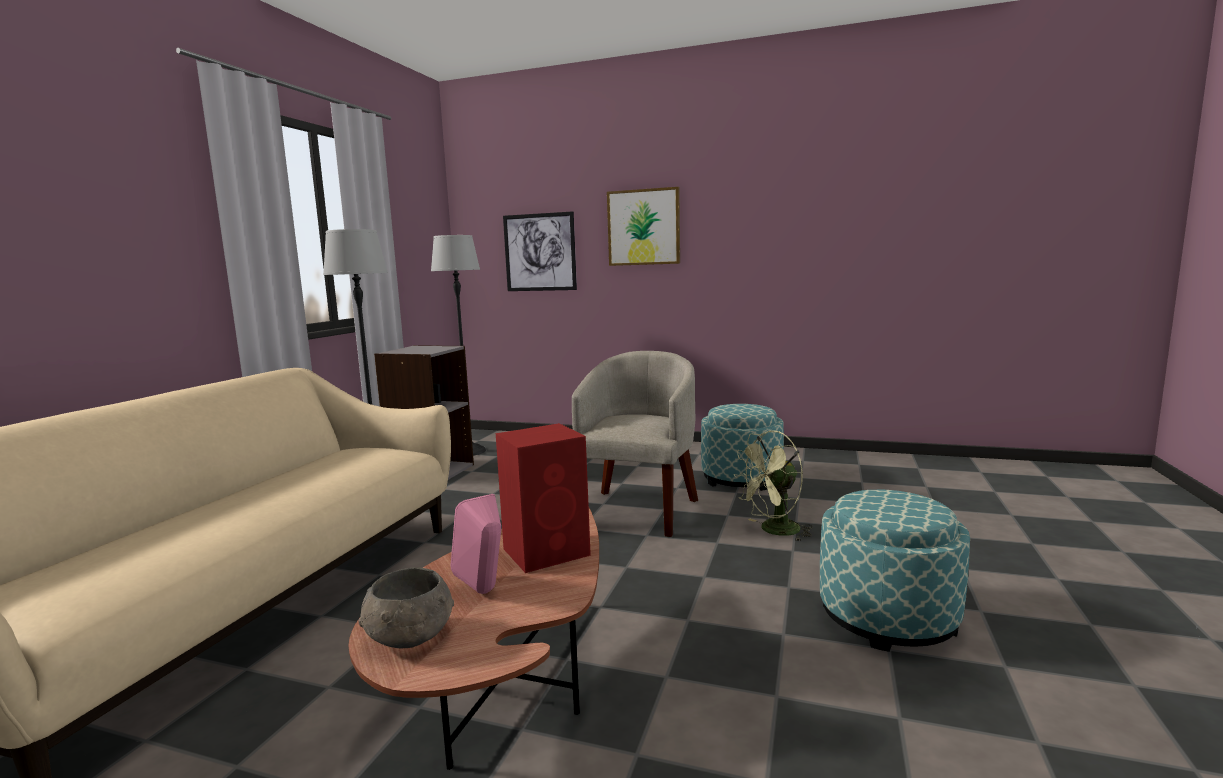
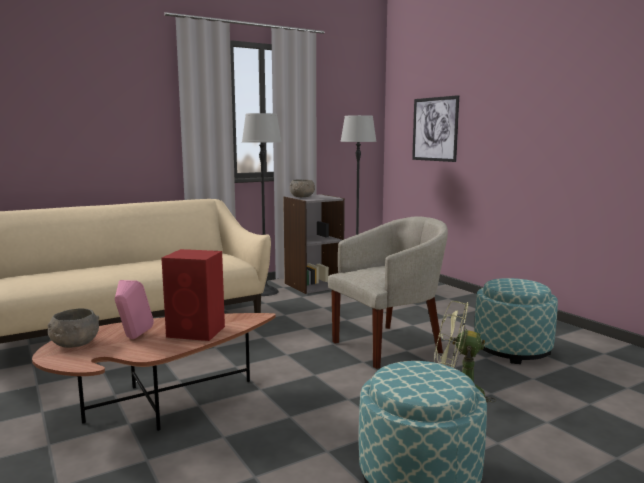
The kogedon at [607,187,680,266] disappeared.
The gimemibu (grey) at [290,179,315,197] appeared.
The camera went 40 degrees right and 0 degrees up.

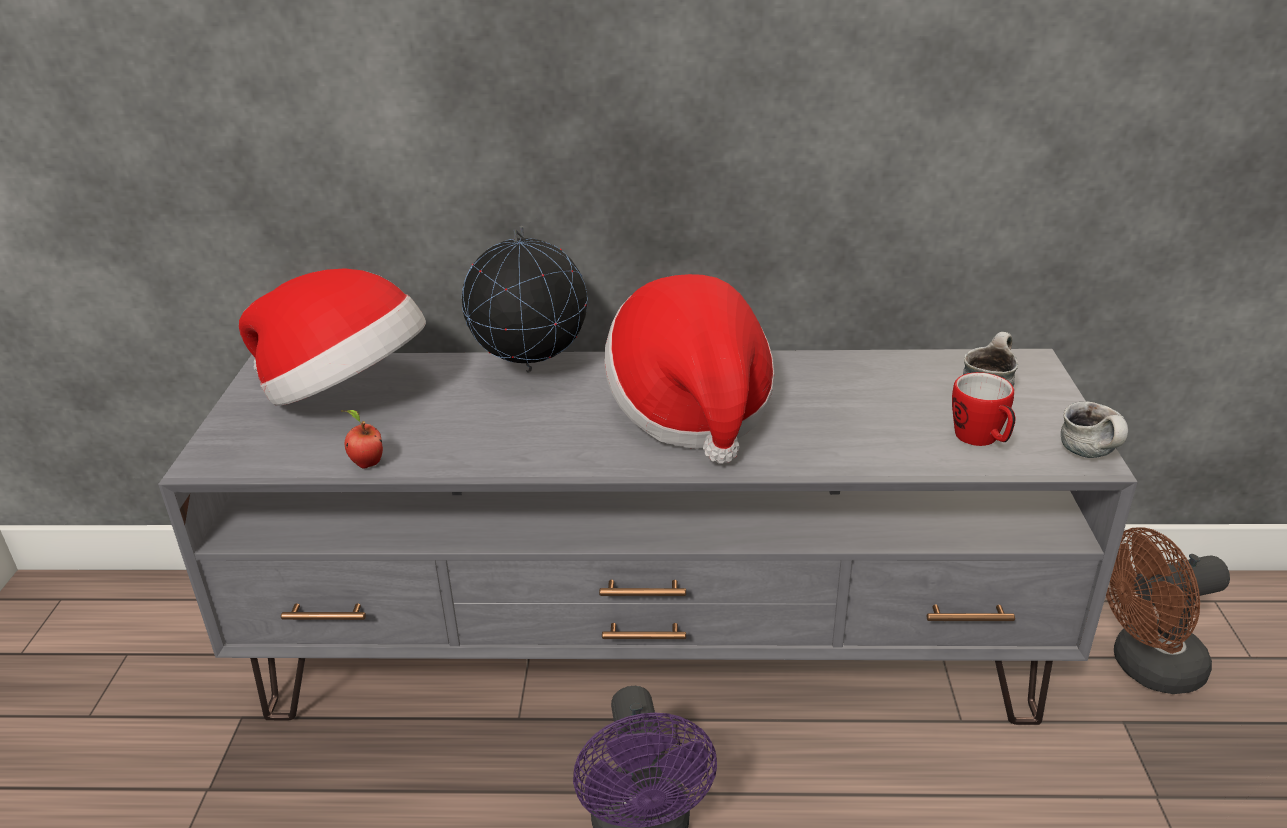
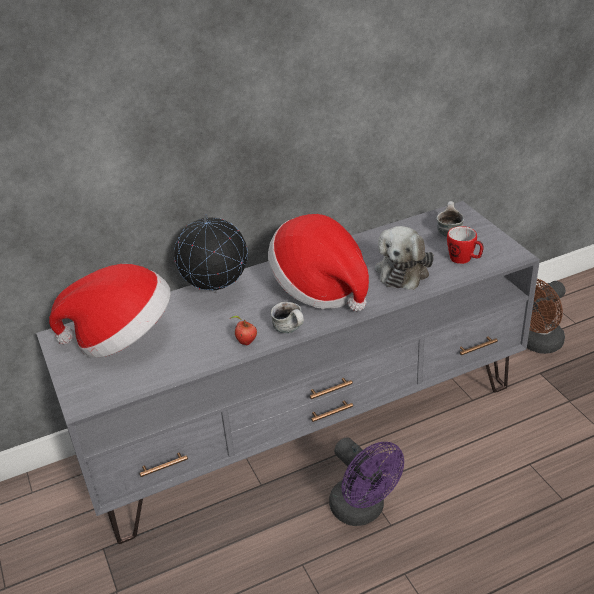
The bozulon at [375,226,434,290] appeared.
The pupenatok moved from [342,410,383,469] to [231,316,257,345].
The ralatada moved from [1061,401,1128,458] to [271,302,304,333].
The camera went 25 degrees left and 5 degrees up.

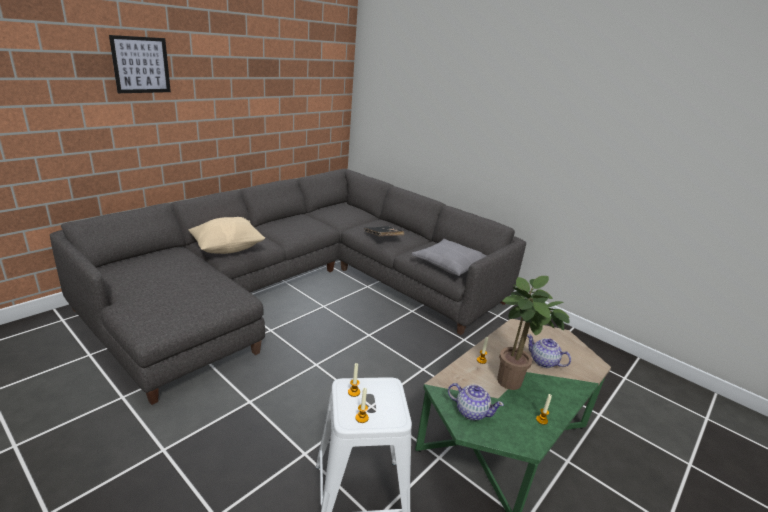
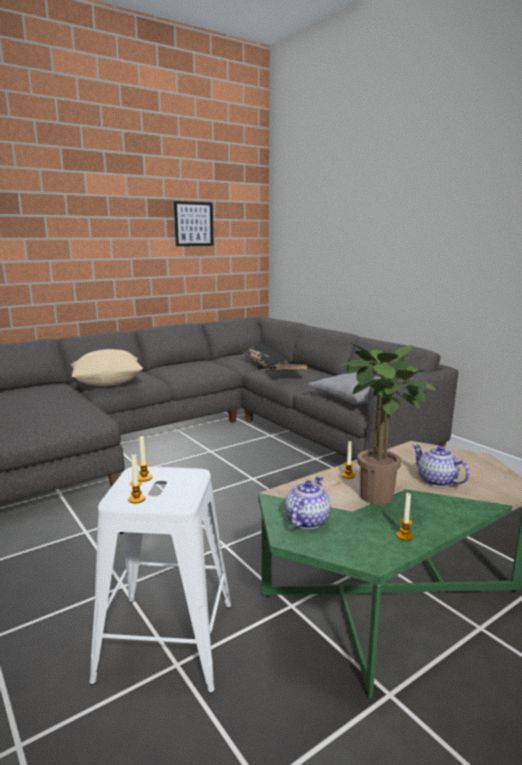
The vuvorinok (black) at [242,344,289,367] appeared.
The kogedon moved from [109,35,171,93] to [174,201,214,246].
The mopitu at [448,383,504,421] turned 105 degrees counterclockwise.
The camera went 15 degrees right and 10 degrees down.

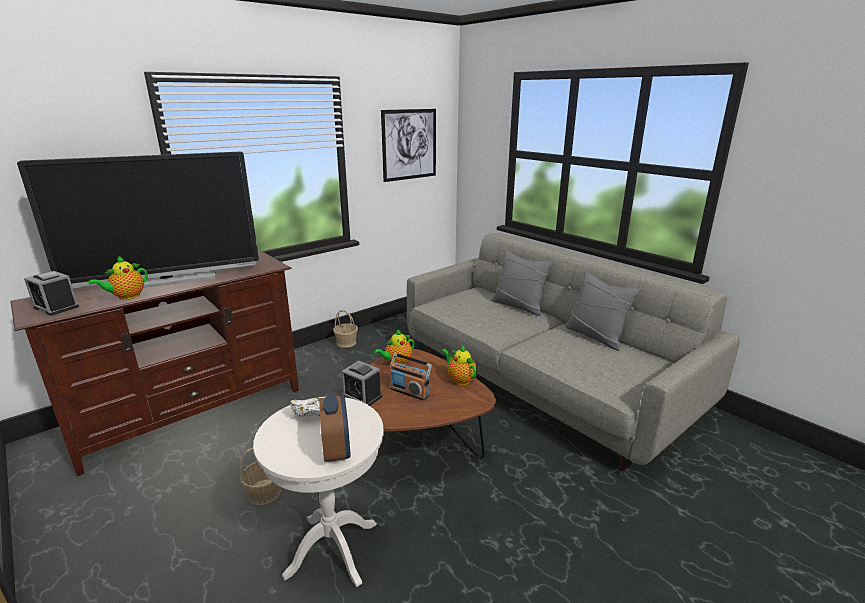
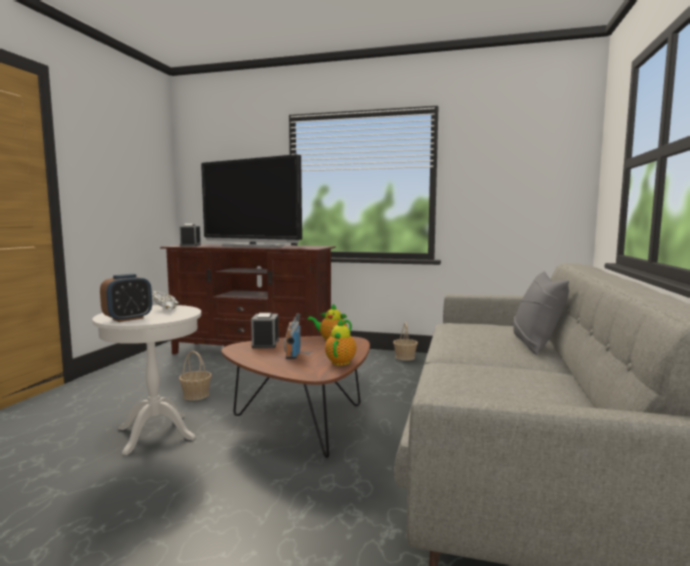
The mopitu at [88,256,148,300] disappeared.
The kogedon at [381,109,436,182] disappeared.
The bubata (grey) at [565,271,640,351] disappeared.
The camera went 55 degrees right and 15 degrees down.

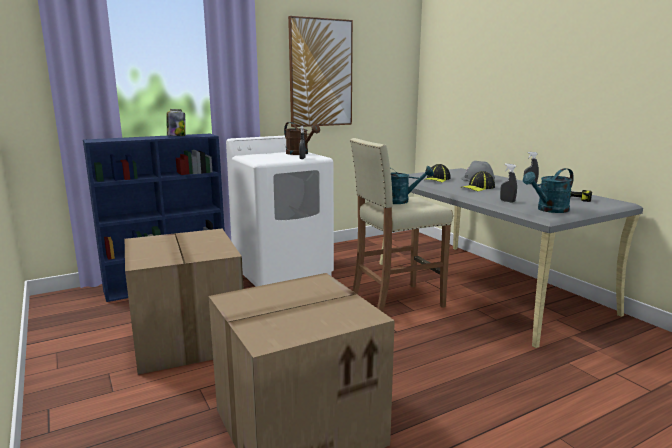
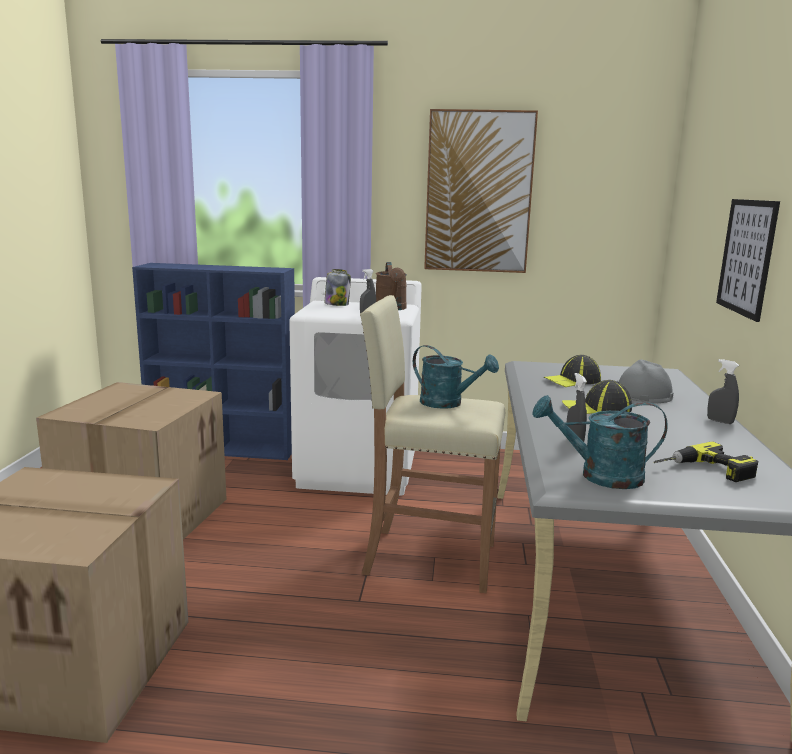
The kogedon at [716,199,780,322] appeared.
The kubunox moved from [167,109,186,136] to [325,269,351,306].
The camera went 35 degrees right and 0 degrees up.

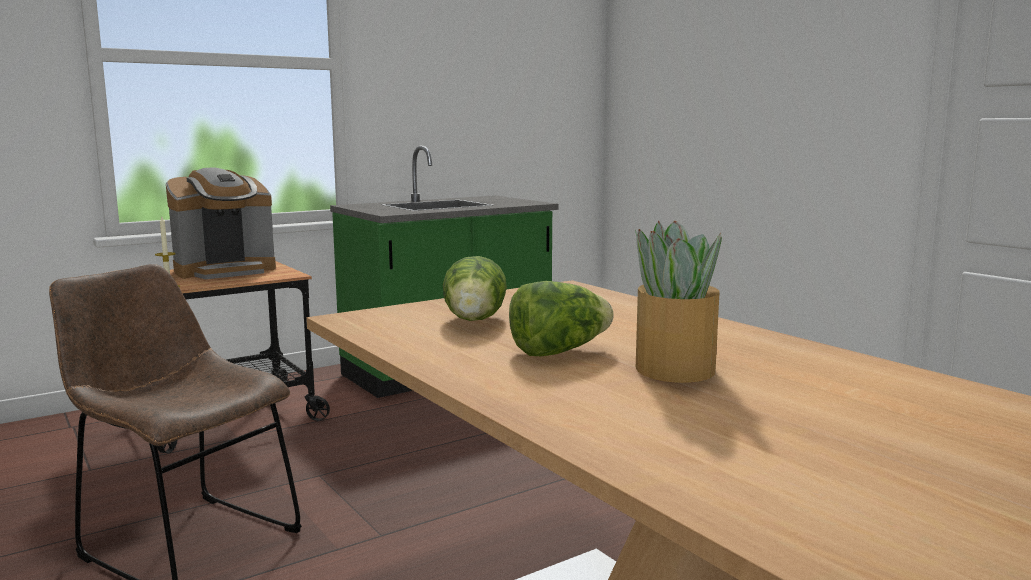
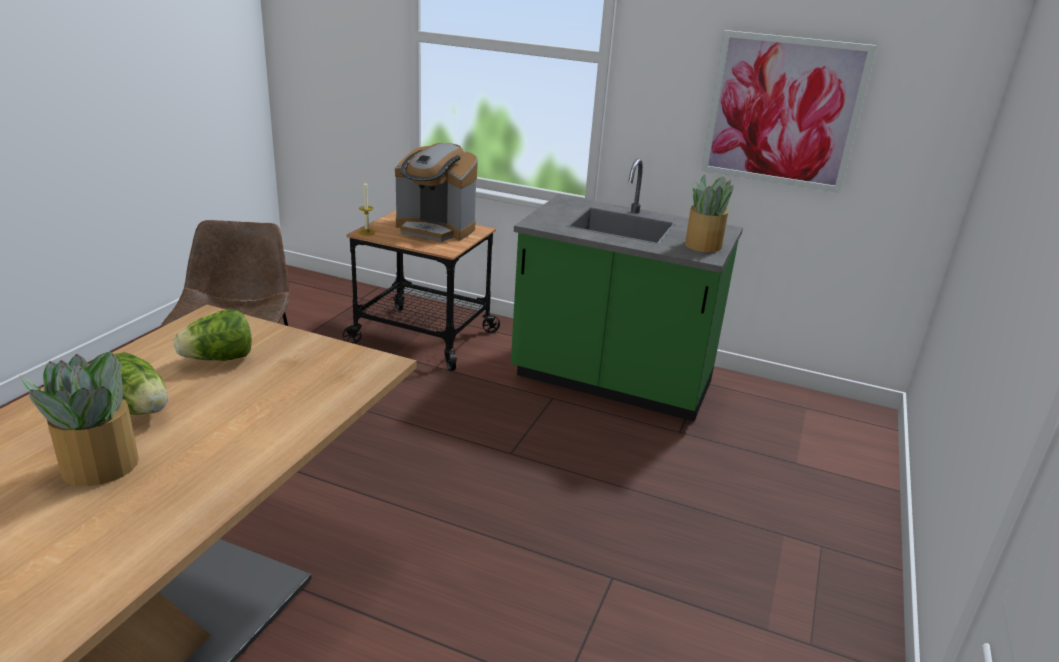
The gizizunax at [685,175,734,252] appeared.
The kogedon at [701,30,877,193] appeared.
The camera went 55 degrees right and 15 degrees up.

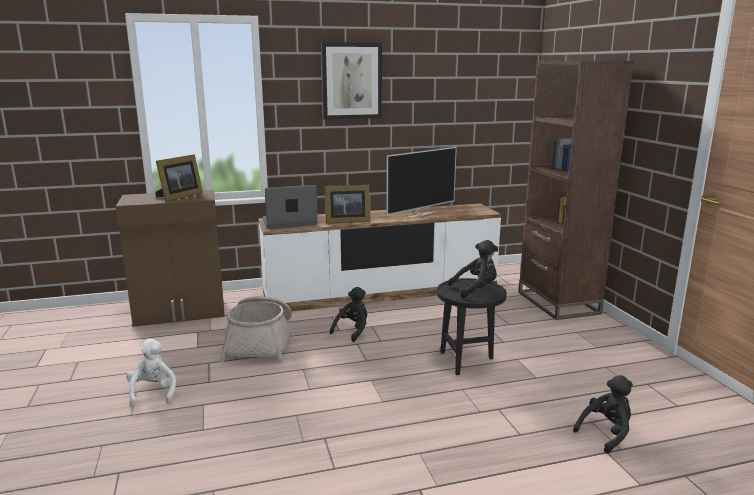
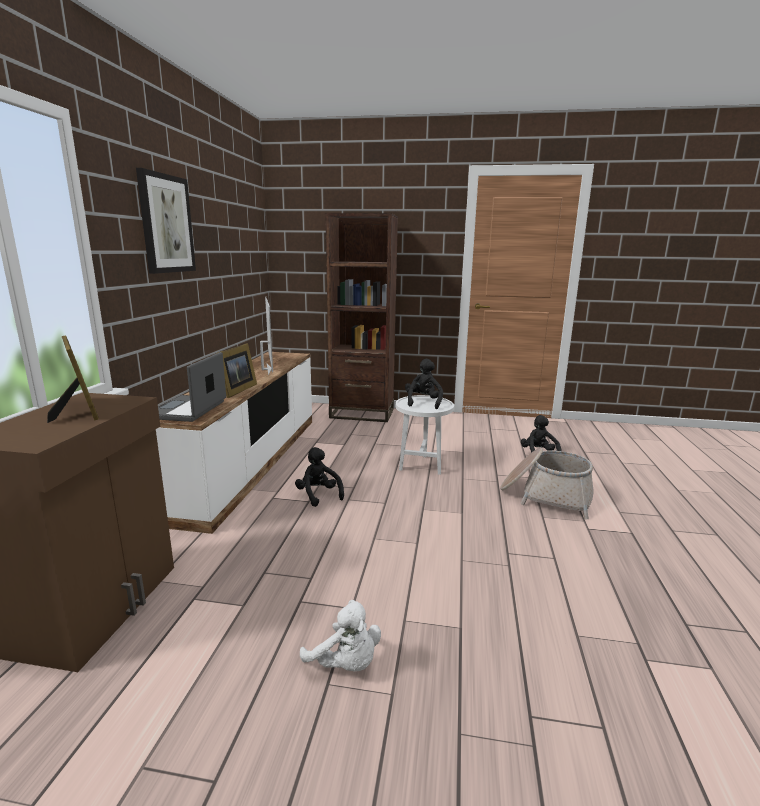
The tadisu moved from [220,296,293,363] to [500,447,593,519].
The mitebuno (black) at [437,278,507,375] became the mitebuno (white) at [396,395,454,475].
The bozulon (white) at [126,339,176,407] turned 150 degrees counterclockwise.
The camera went 65 degrees left and 0 degrees up.

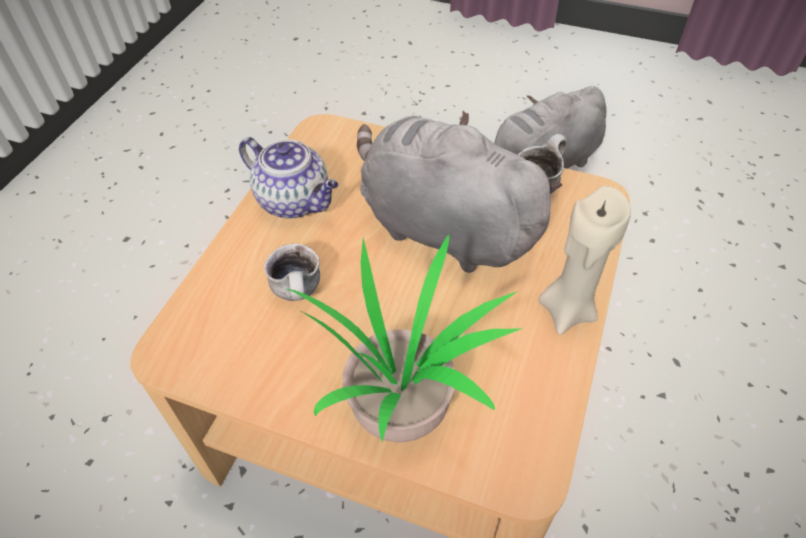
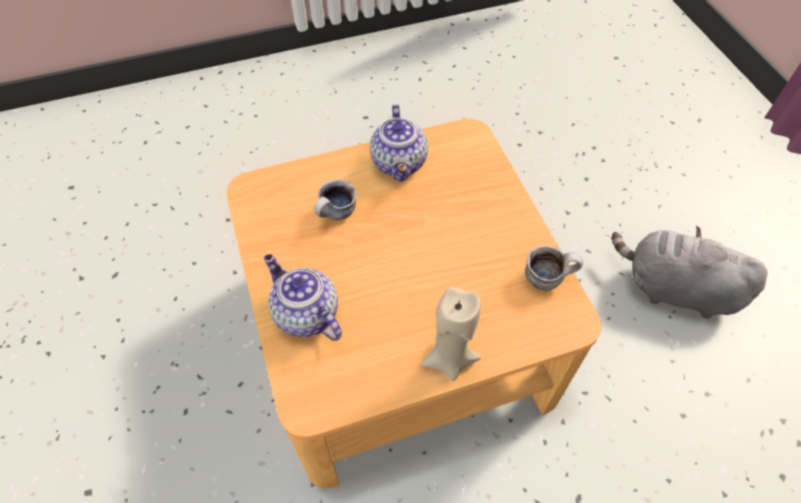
The bozulon (grey) at [357,110,562,273] disappeared.
The gizizunax at [285,234,523,442] was replaced by the mopitu at [264,254,342,341].
The camera went 50 degrees right and 5 degrees up.

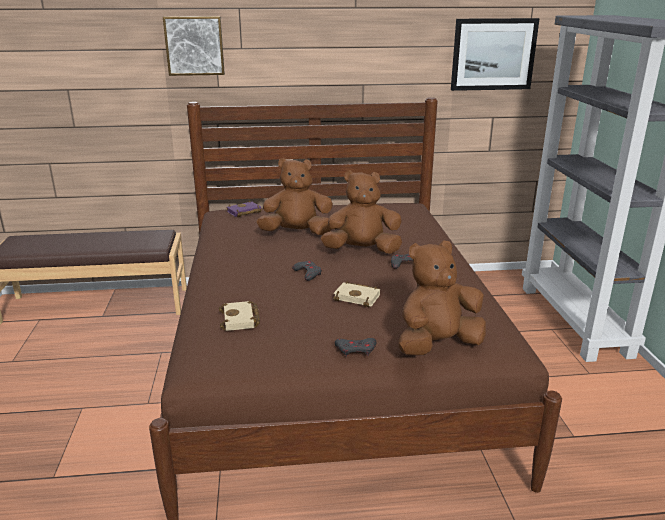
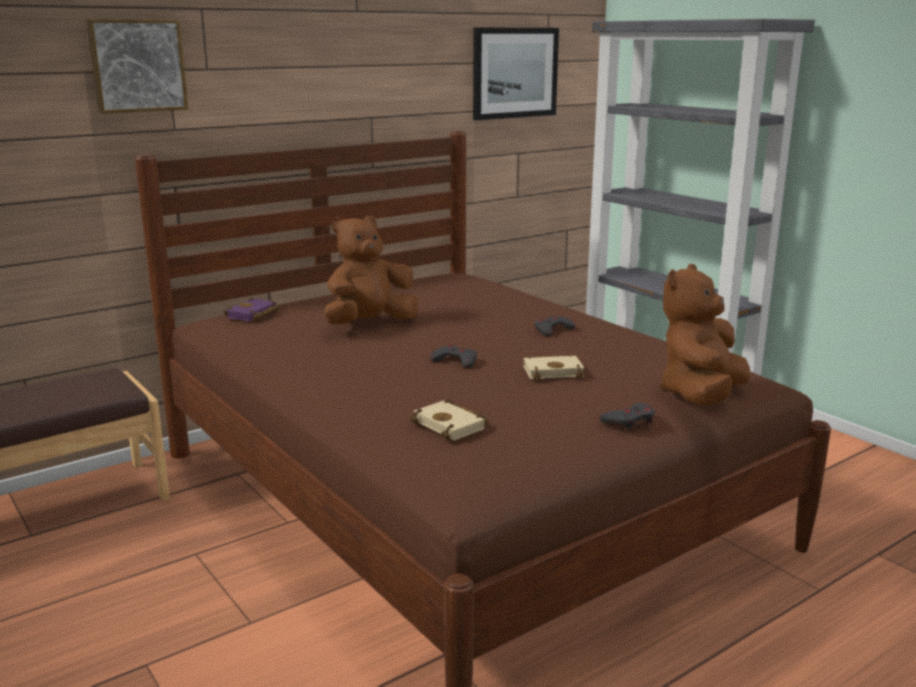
The bozulon (brown) at [321,170,402,254] disappeared.
The camera went 30 degrees left and 5 degrees down.

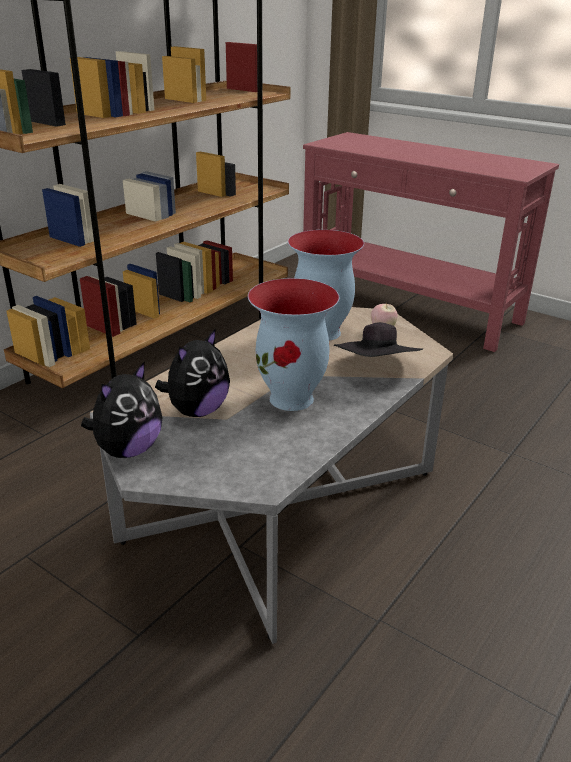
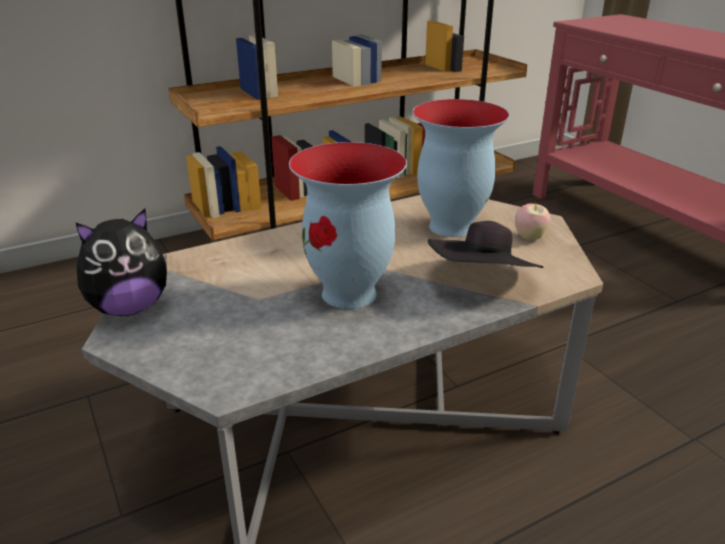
The bozulon at [155,329,230,417] disappeared.
The camera went 25 degrees right and 0 degrees up.

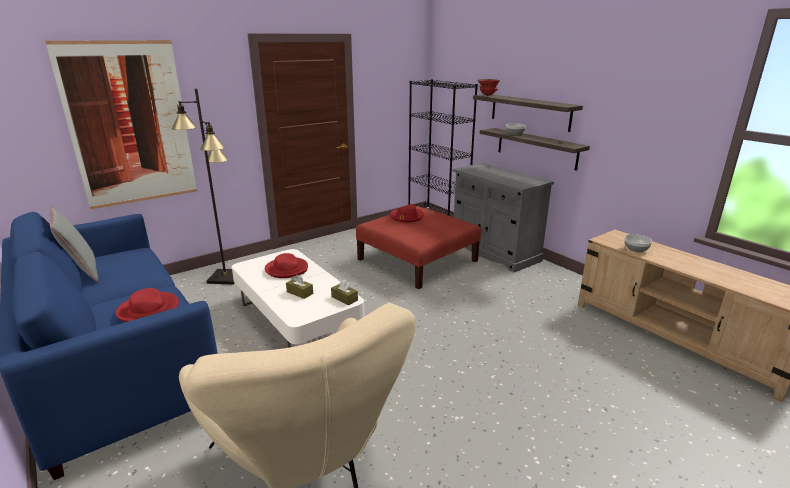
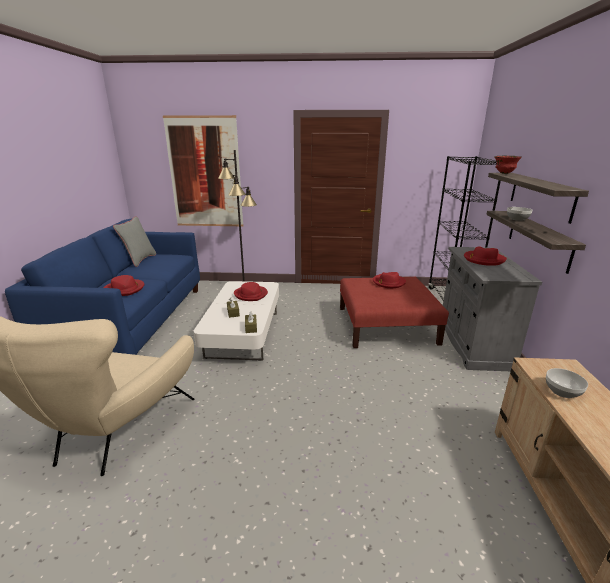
The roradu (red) at [464,246,507,266] appeared.
The camera went 40 degrees right and 0 degrees up.

